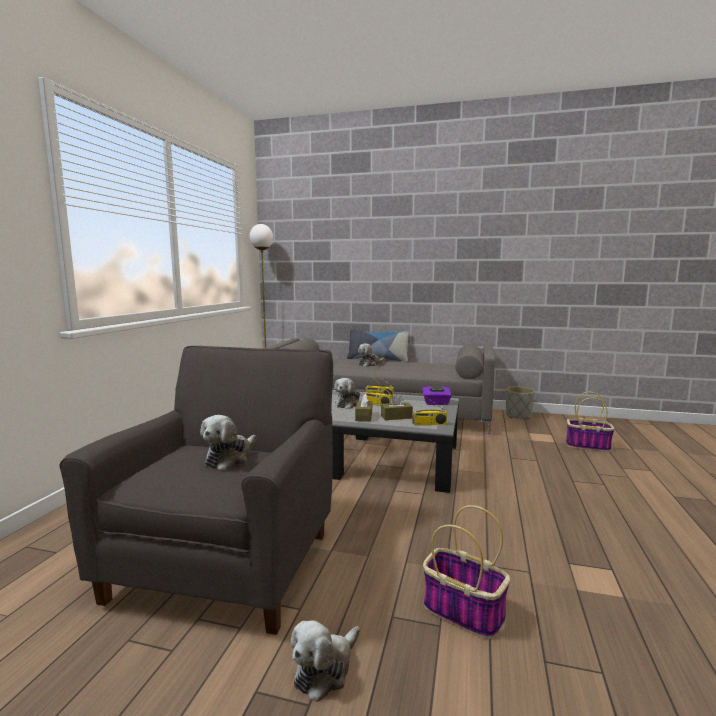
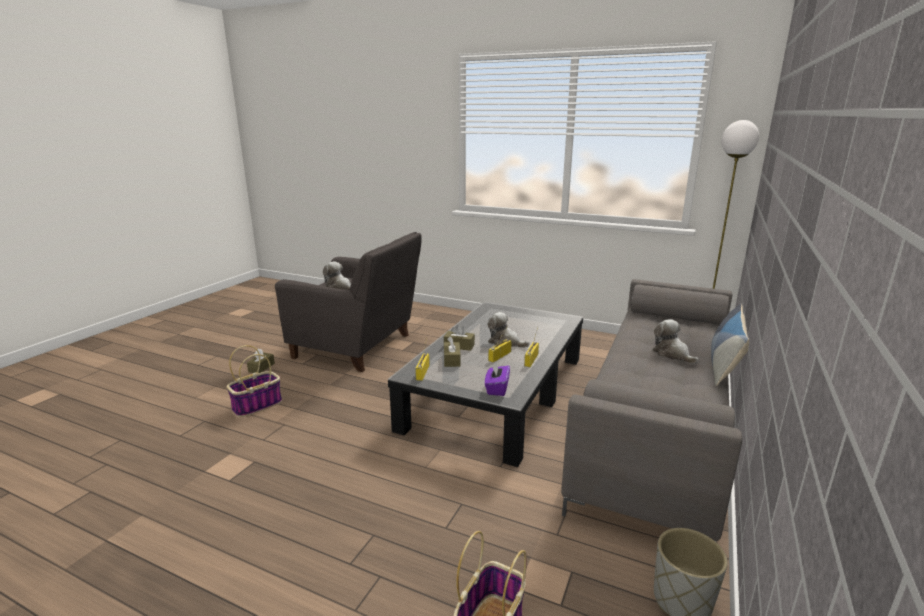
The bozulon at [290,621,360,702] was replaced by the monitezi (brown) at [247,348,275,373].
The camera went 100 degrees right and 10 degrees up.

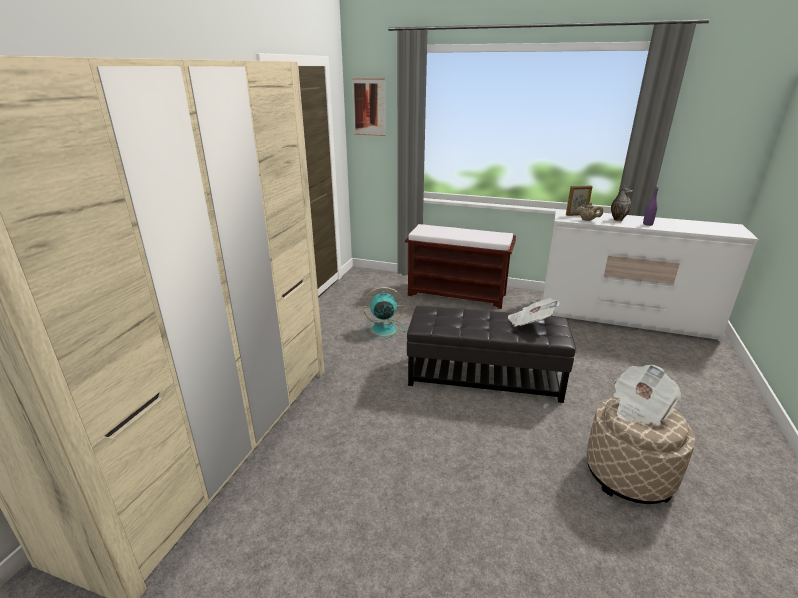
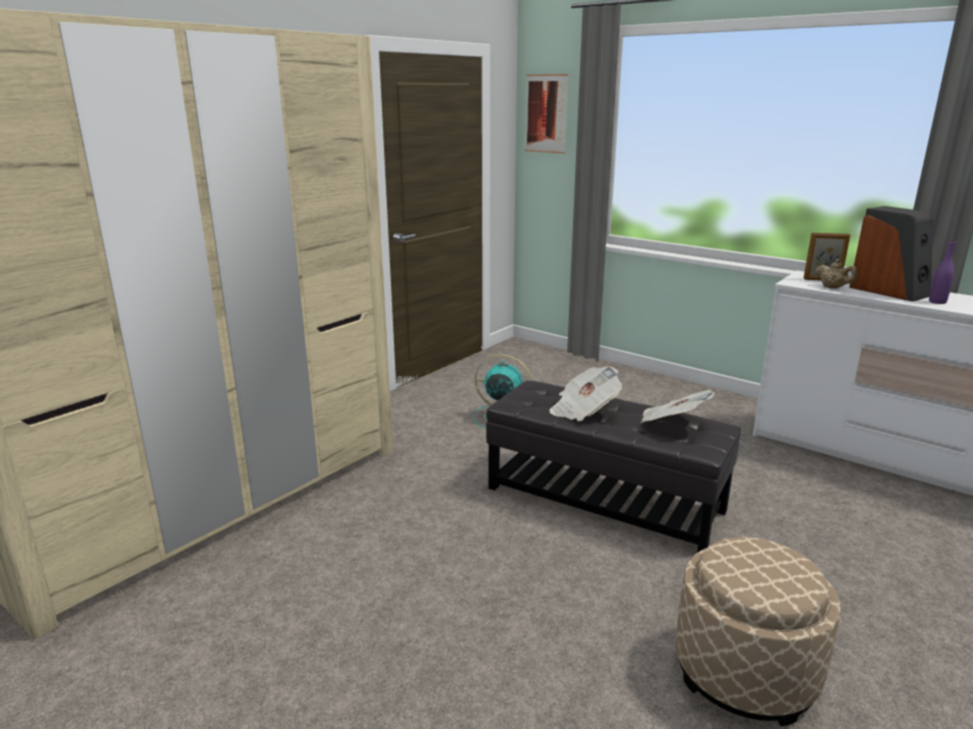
The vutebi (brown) at [405,224,516,309] disappeared.
The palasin moved from [613,365,681,425] to [549,367,622,421].
The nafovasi at [611,184,634,221] was replaced by the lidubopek at [849,206,933,302].
The camera went 20 degrees right and 5 degrees down.

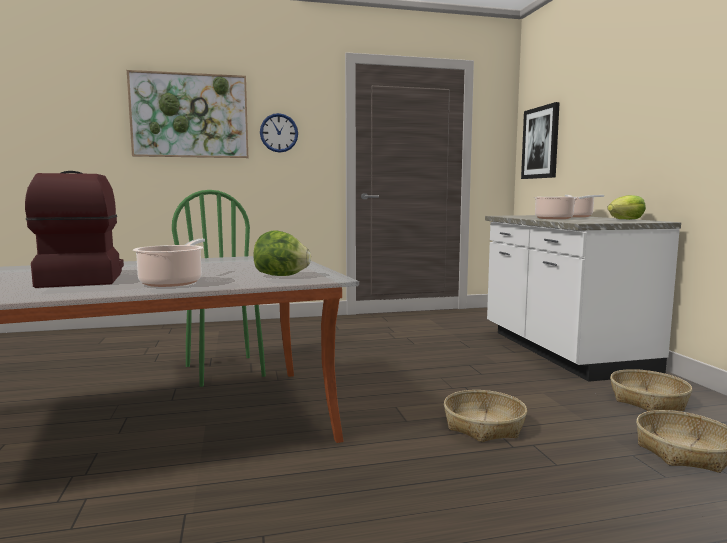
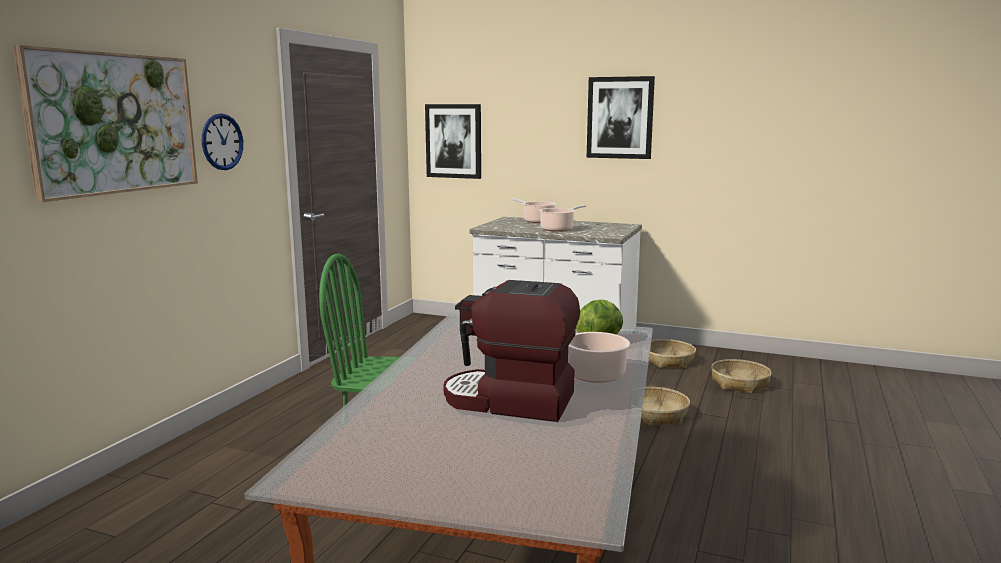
The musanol at [607,195,646,220] disappeared.
The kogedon at [587,76,655,159] appeared.
The camera went 55 degrees left and 5 degrees up.

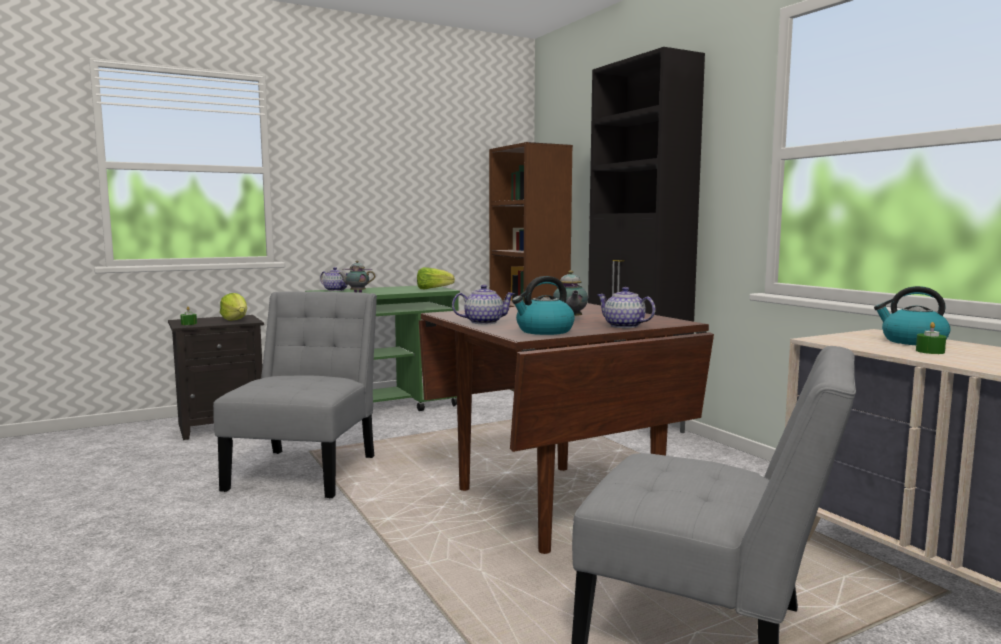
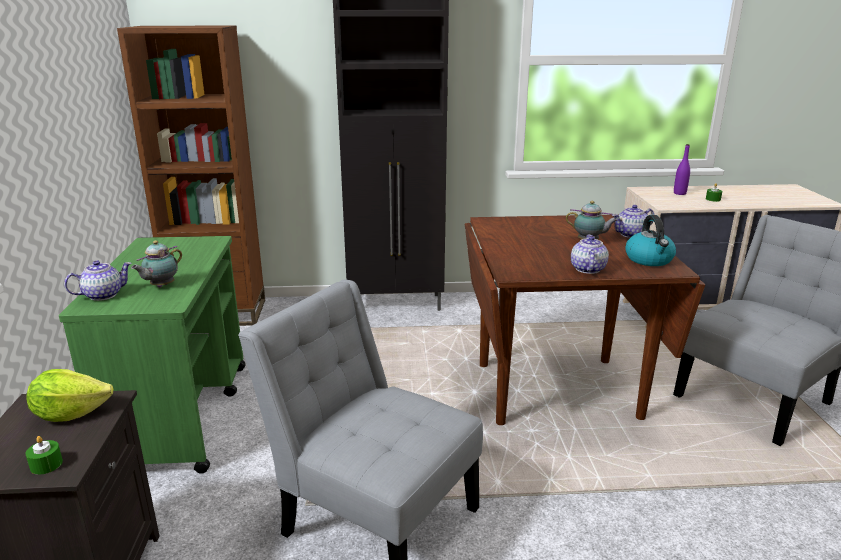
The musanol at [417,267,455,290] disappeared.
The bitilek at [874,286,950,345] was replaced by the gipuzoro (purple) at [674,144,690,195].
The camera went 65 degrees left and 15 degrees up.

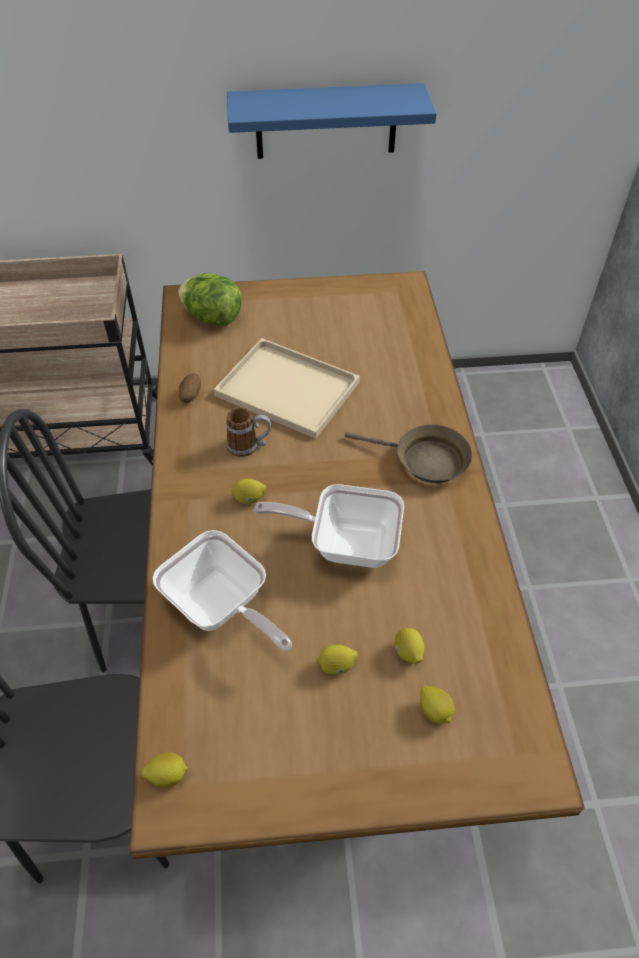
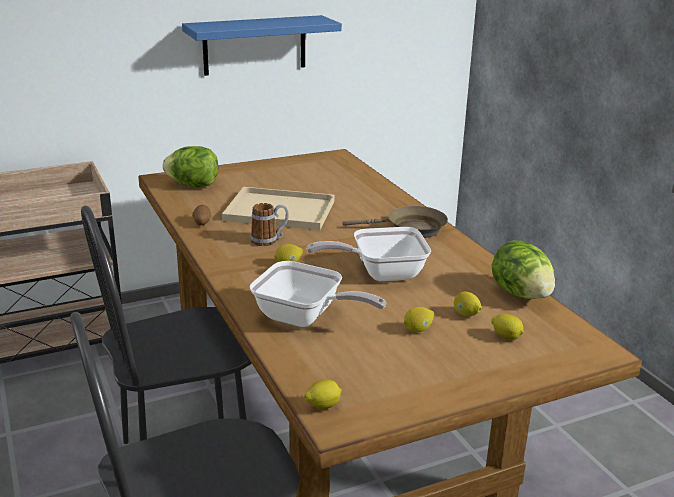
The musanol at [492,240,555,299] appeared.
The camera went 20 degrees left and 25 degrees down.

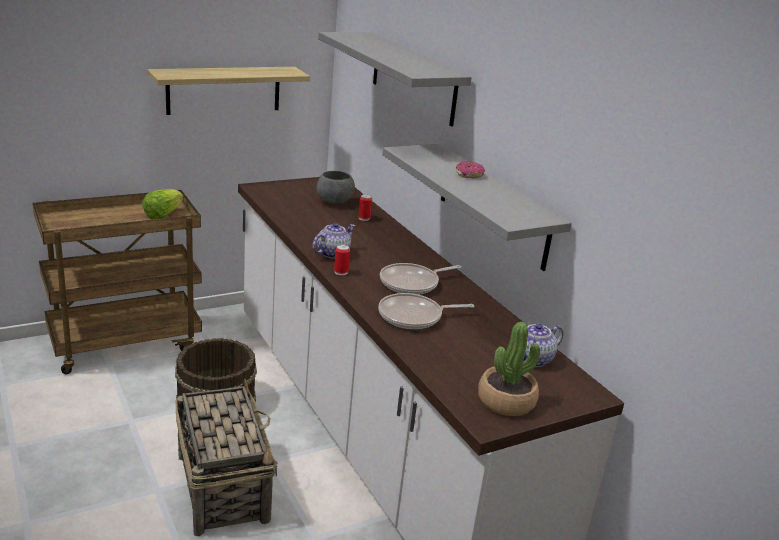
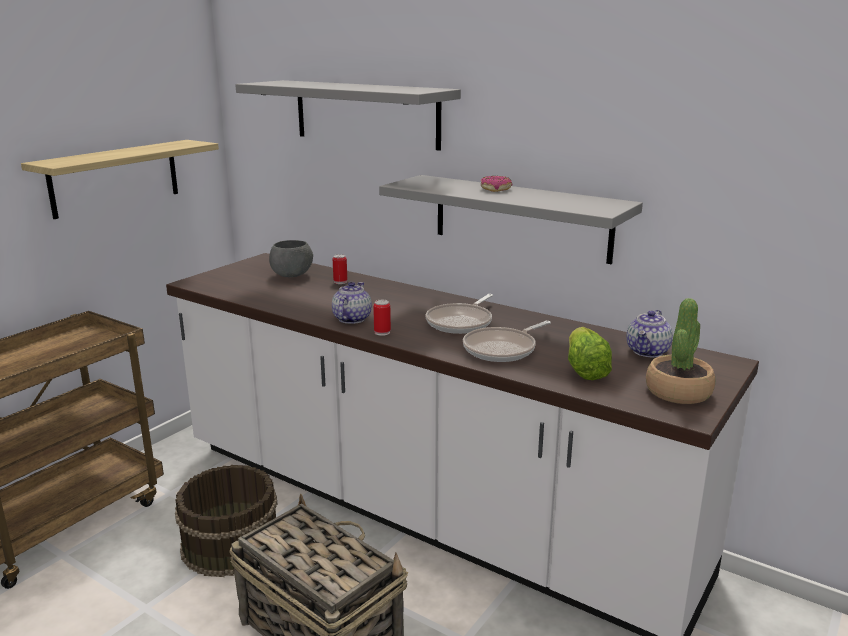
The musanol moved from [142,189,183,219] to [568,327,612,380].
The camera went 25 degrees left and 5 degrees down.

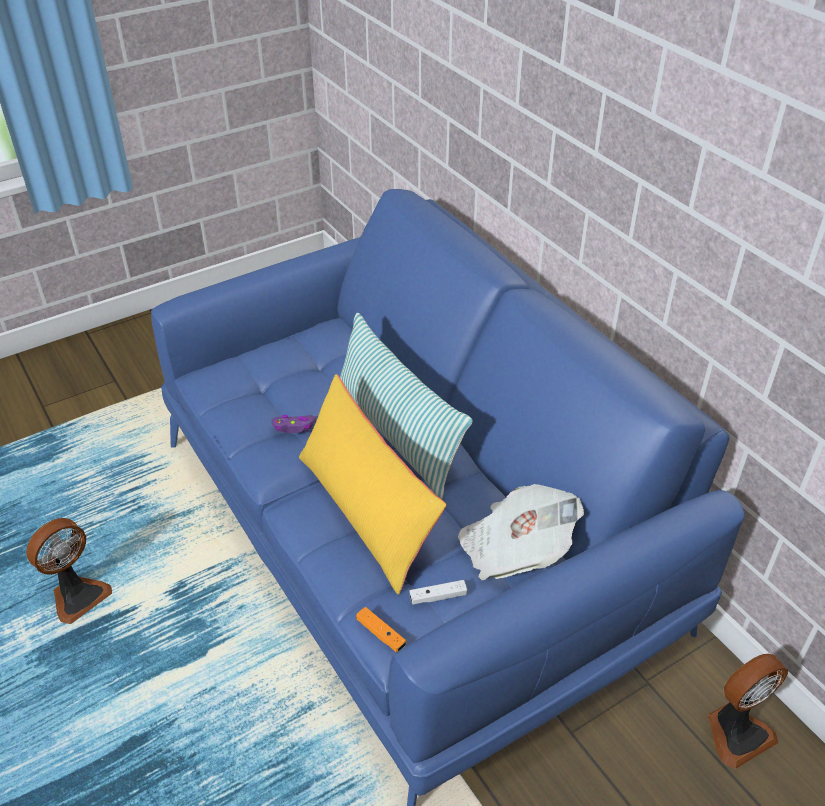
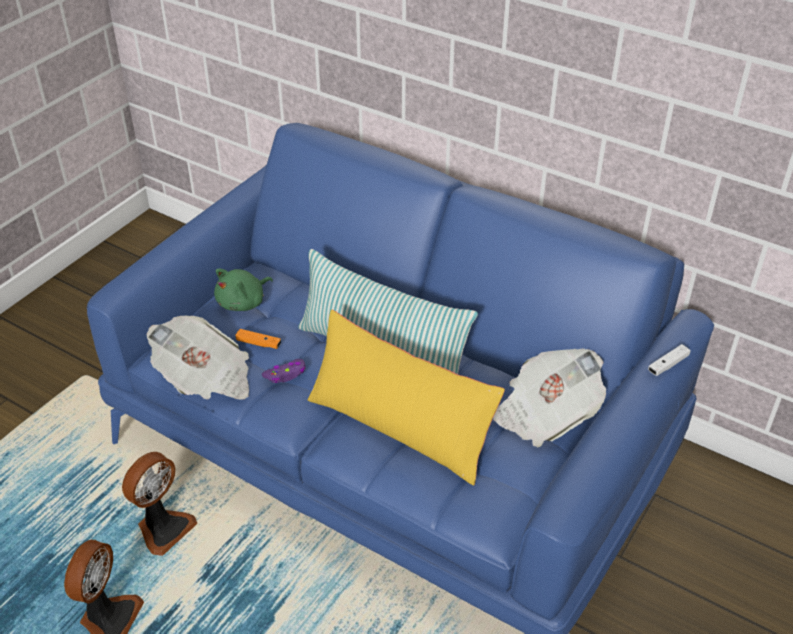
The palasin at [147,316,249,400] appeared.
The bozulon (green) at [214,269,273,311] appeared.
The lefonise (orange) moved from [356,607,406,653] to [235,329,281,349].
The lefonise (white) moved from [409,580,467,604] to [648,344,691,376].
The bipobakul moved from [708,654,788,769] to [122,452,197,556].
The camera went 25 degrees left and 0 degrees up.

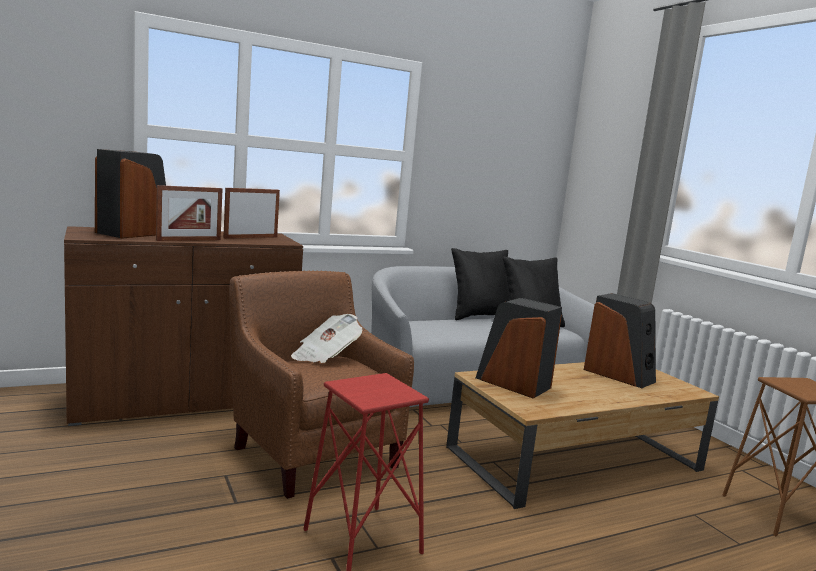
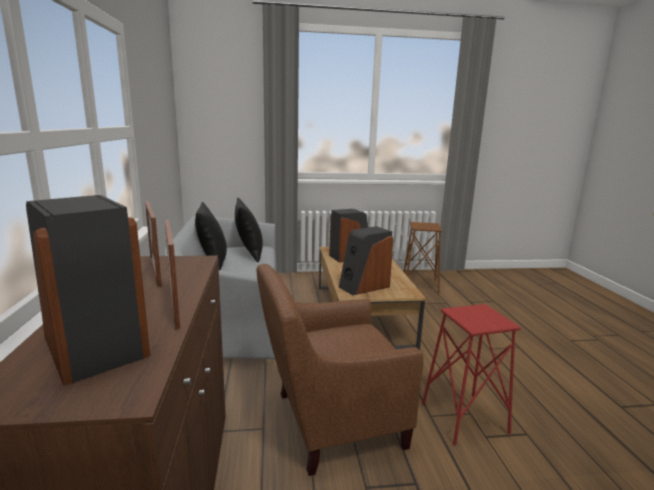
The palasin at [291,314,362,363] disappeared.
The camera went 70 degrees left and 5 degrees up.

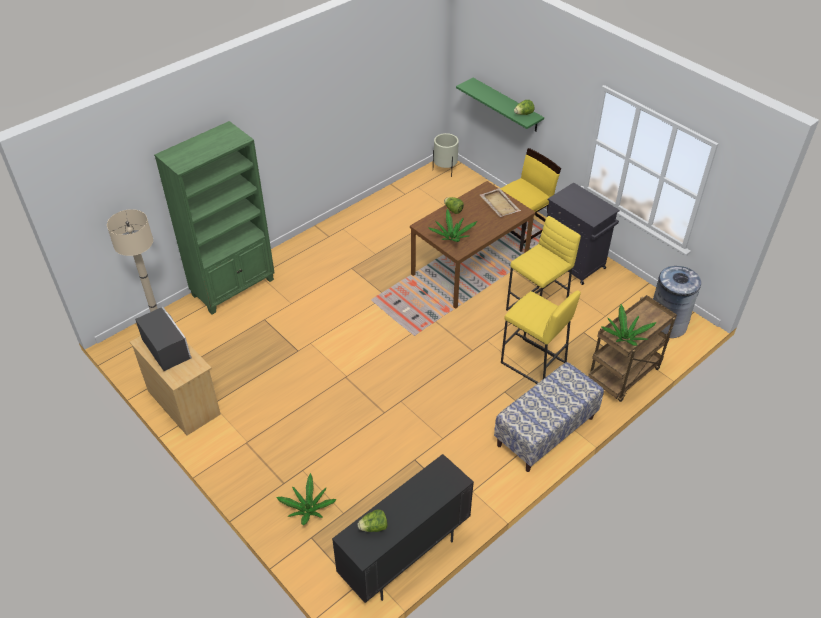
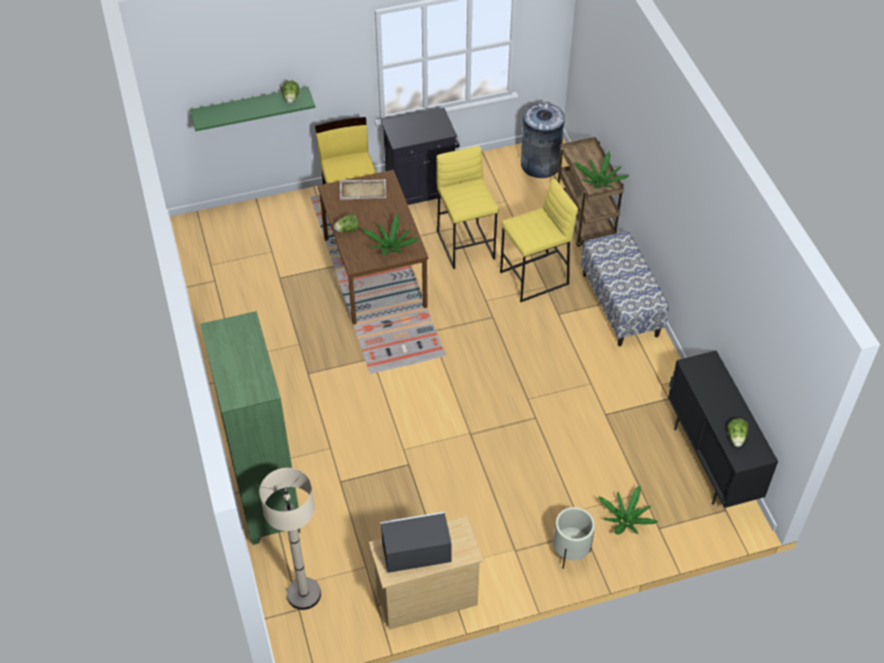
The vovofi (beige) moved from [433,133,459,177] to [553,507,595,569].
The camera went 65 degrees left and 5 degrees up.

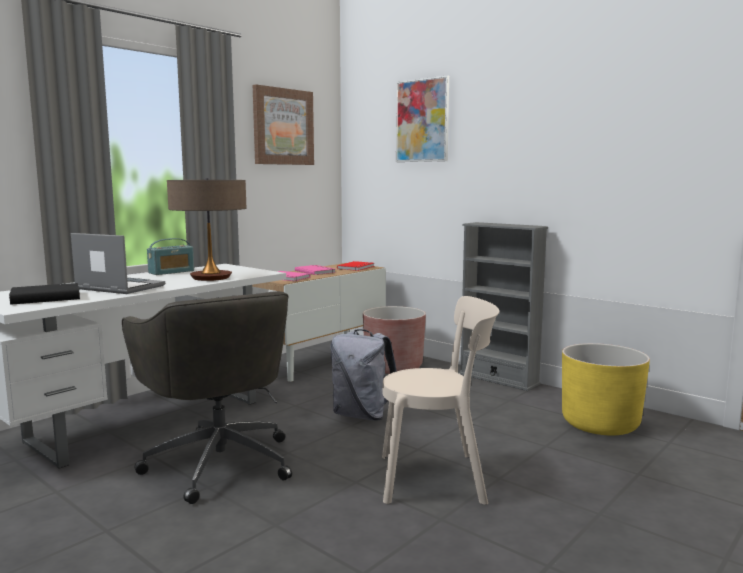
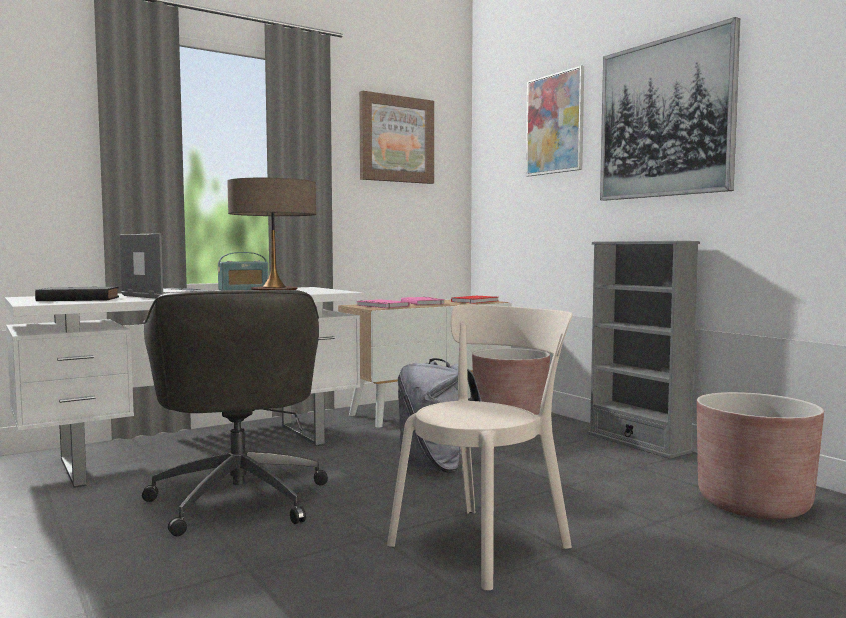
The kogedon at [600,17,740,201] appeared.
The vovofi (yellow) at [562,343,650,435] became the vovofi (brown) at [697,392,824,519].
The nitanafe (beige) at [382,296,499,505] turned 60 degrees counterclockwise.
The camera went 15 degrees right and 5 degrees down.

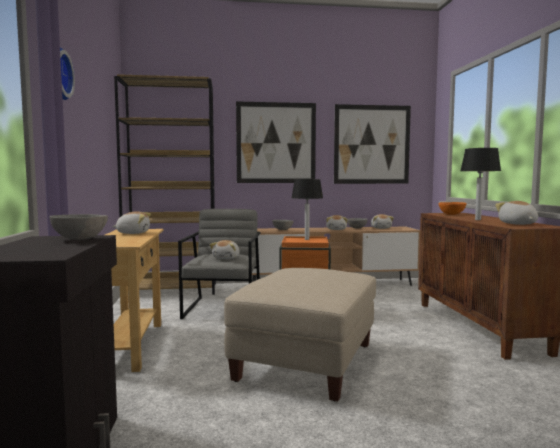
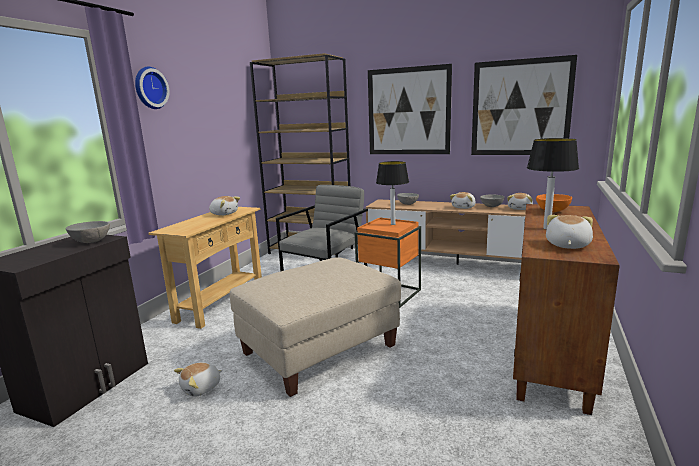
The bozulon moved from [210,240,240,259] to [174,362,222,397].
The camera went 30 degrees right and 10 degrees up.

